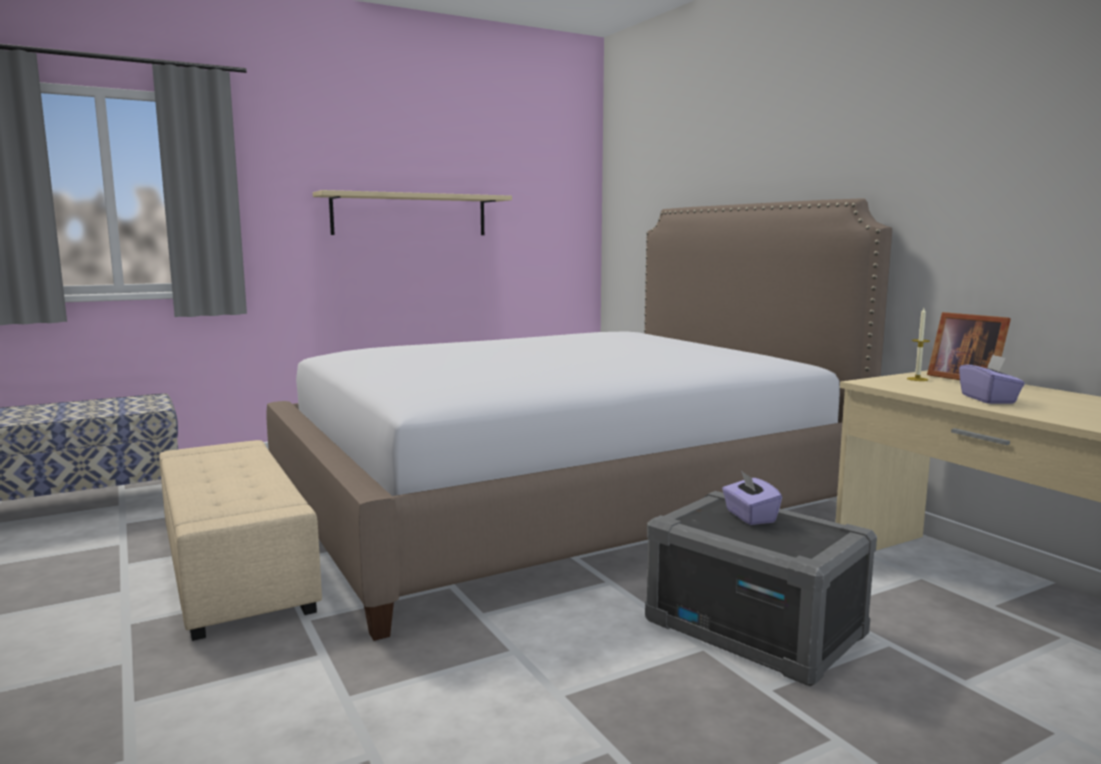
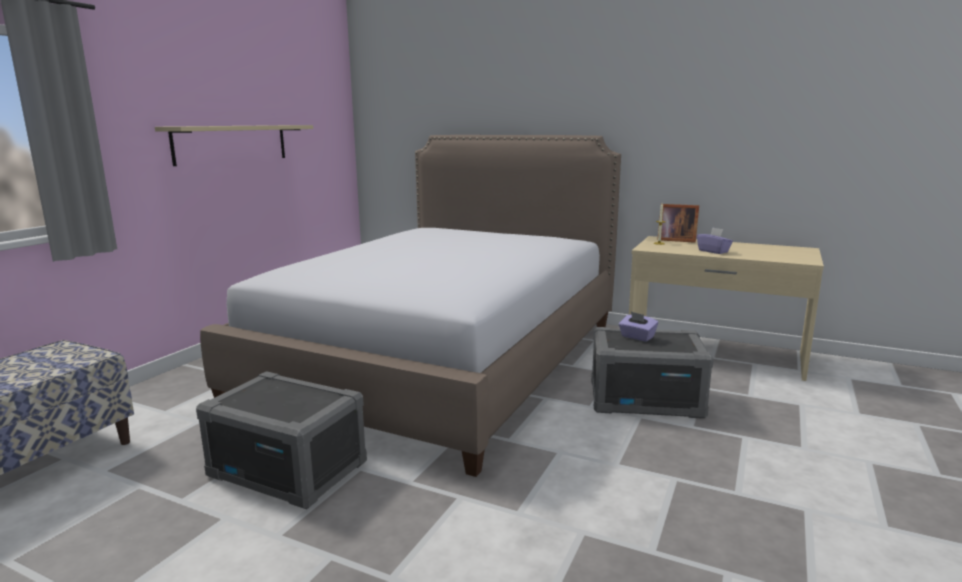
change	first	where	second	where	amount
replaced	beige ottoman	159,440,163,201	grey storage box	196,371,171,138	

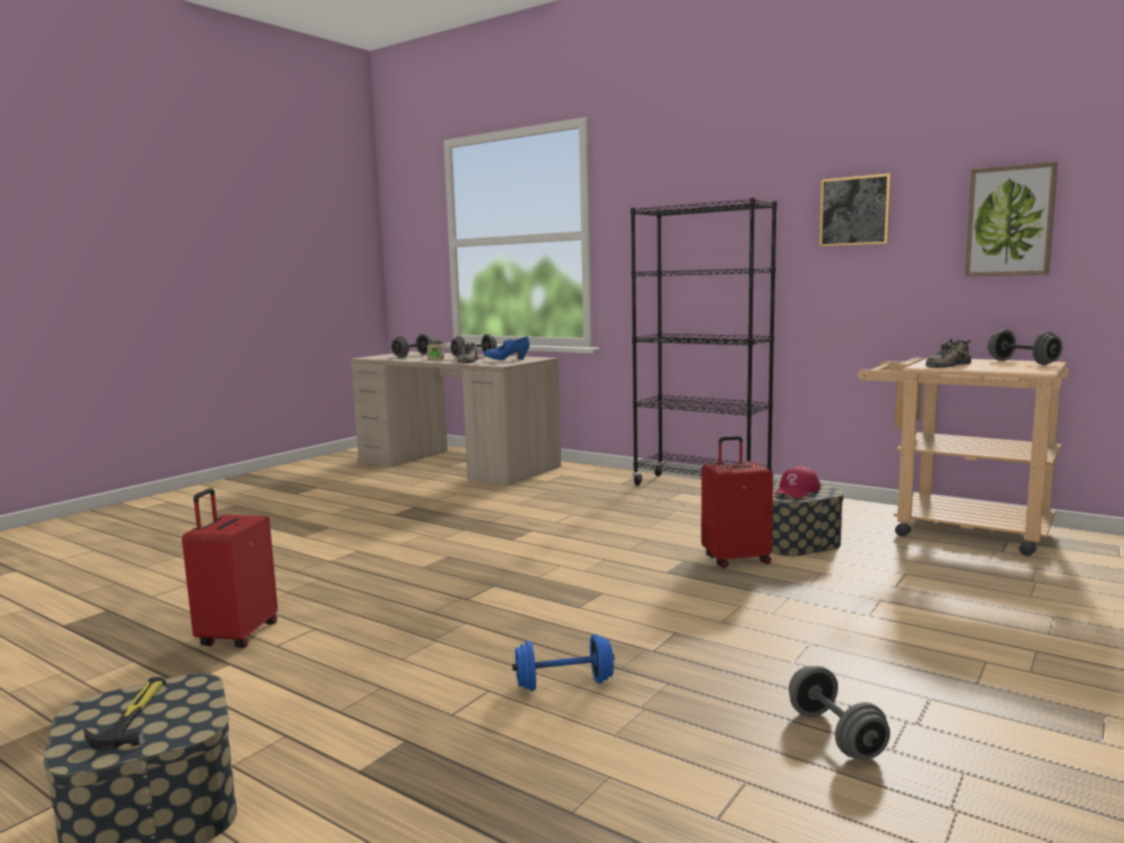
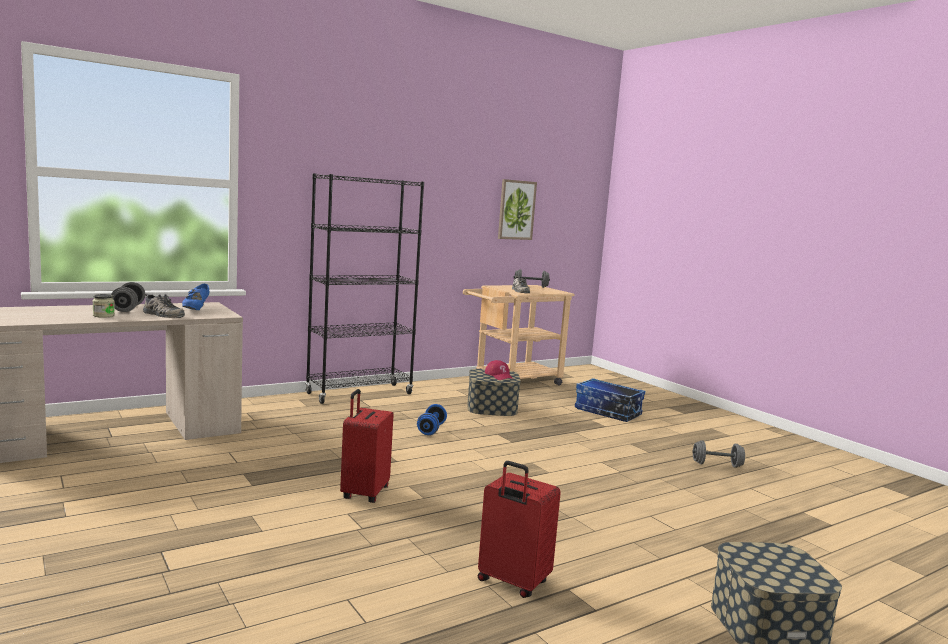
change	first	where	second	where	amount
removed	hammer	84,677,82,72			
removed	grey dumbbell	391,334,42,24			
moved	blue dumbbell	513,634,102,57		417,404,30,31	
moved	red suitcase	701,436,72,132		340,389,54,114	
removed	picture	819,173,72,74			
added			storage box	575,378,70,44	

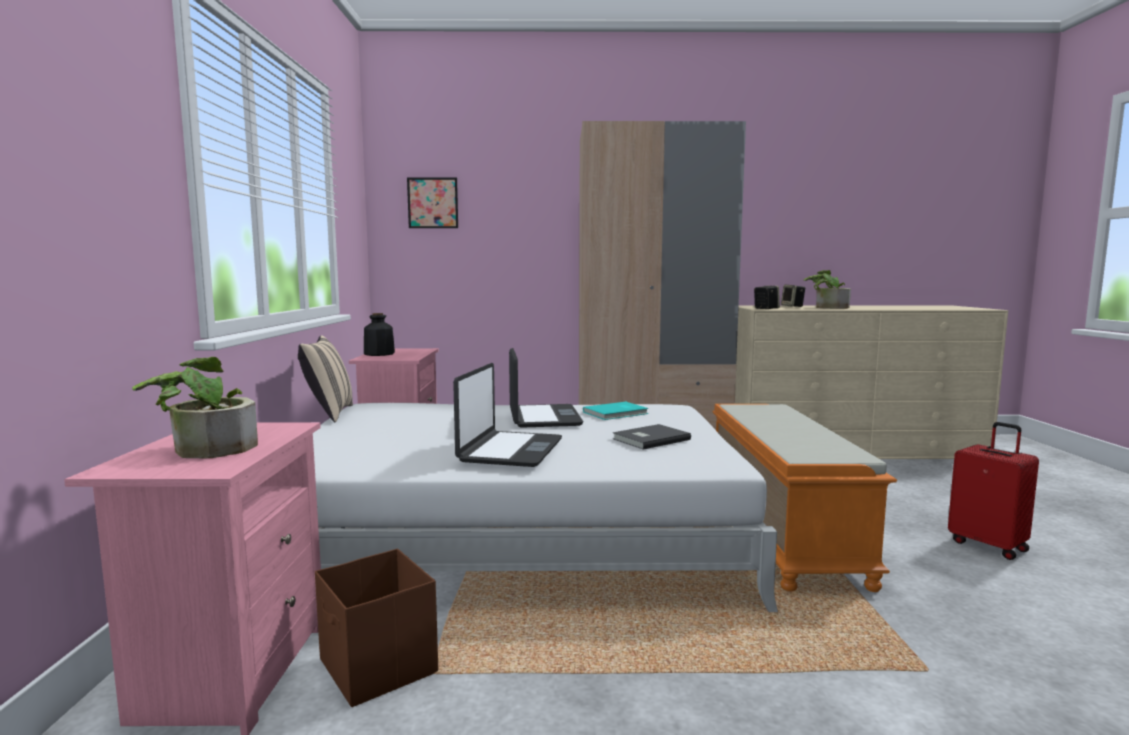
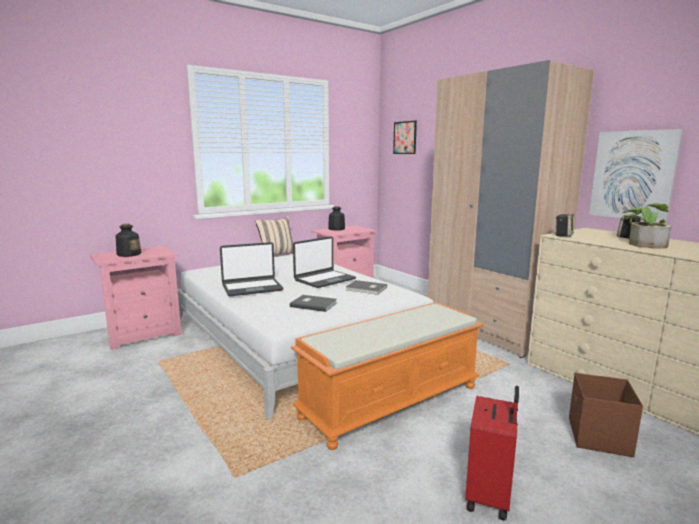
change	first	where	second	where	amount
replaced	potted plant	132,357,126,102	bottle	116,224,26,33	
moved	brown storage box	315,549,123,158		569,373,74,84	
recoloured	turquoise book	583,402,66,18	grey book	346,280,41,15	
added			picture	589,129,93,93	

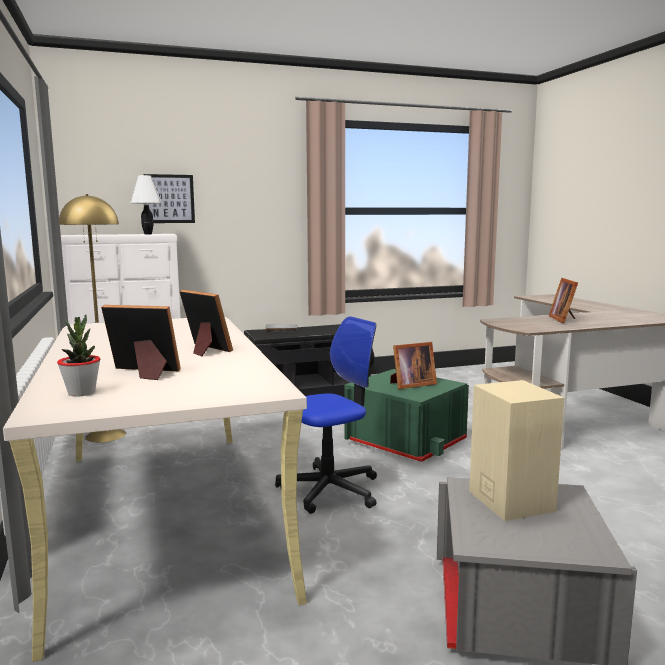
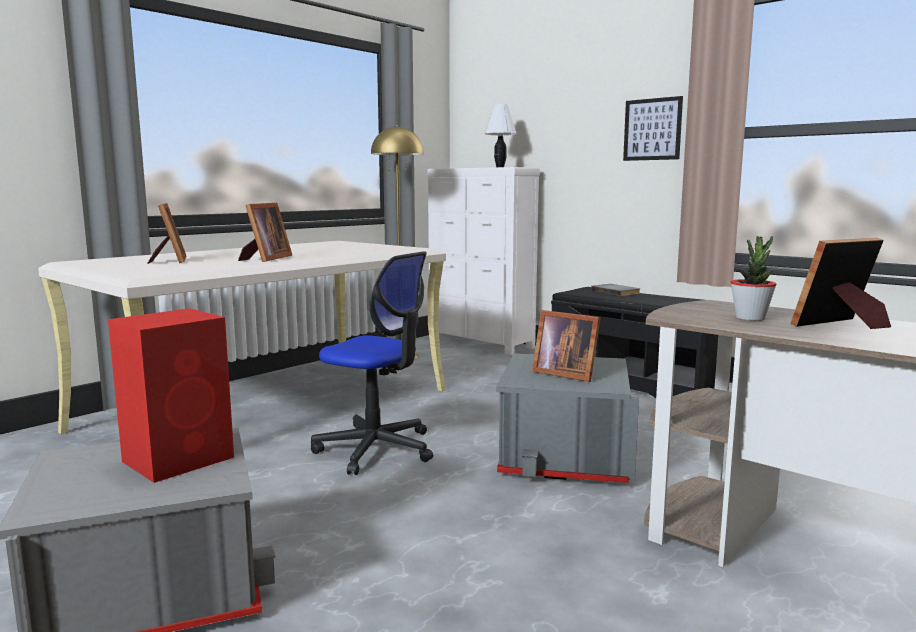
change	first	where	second	where	amount
moved	potted plant	57,314,43,82		730,236,47,85	
moved	picture	143,174,52,49		623,96,60,65	
recoloured	green storage box	344,369,125,93	grey storage box	496,353,143,130	
recoloured	beige speaker	469,380,95,141	red speaker	108,308,126,175	

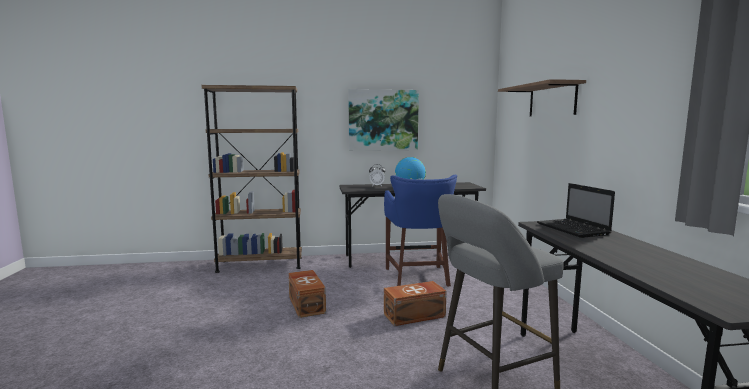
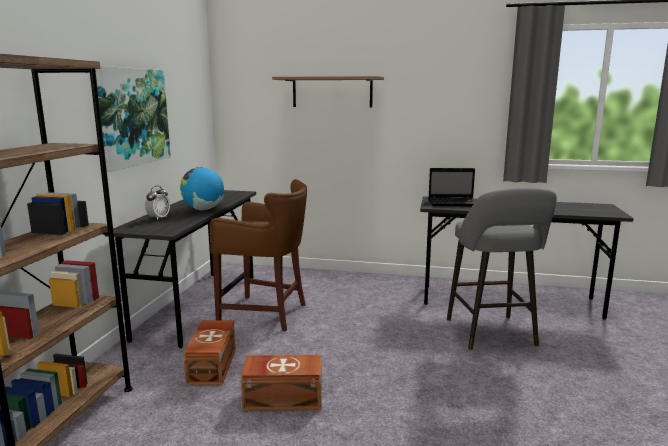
change	first	where	second	where	amount
recoloured	blue stool	384,175,73,111	brown stool	210,179,97,153	
moved	brown storage box	384,281,62,45		183,320,53,65	

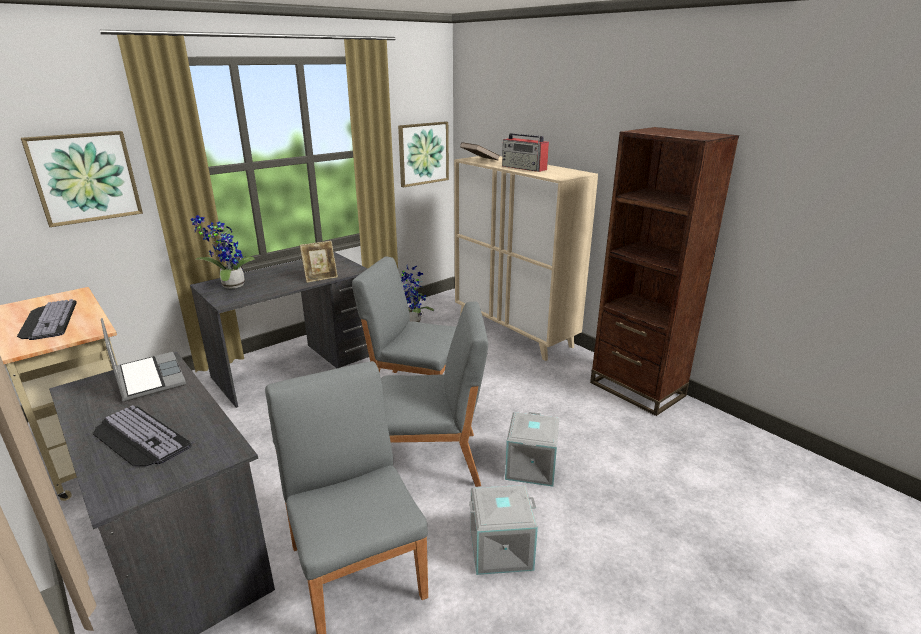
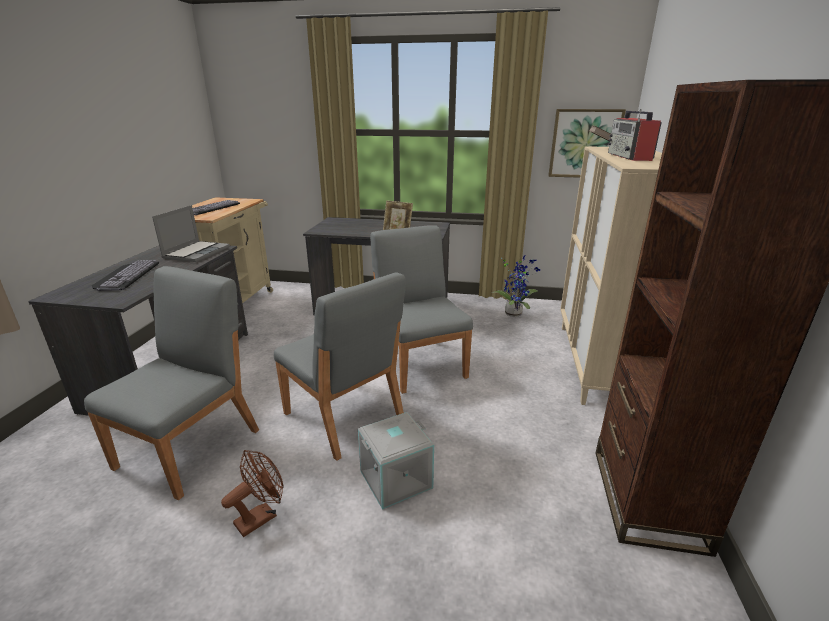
change	first	where	second	where	amount
removed	picture	21,131,122,96			
removed	potted plant	190,215,65,74			
replaced	grey storage box	469,485,69,90	brown fan	221,450,63,87	

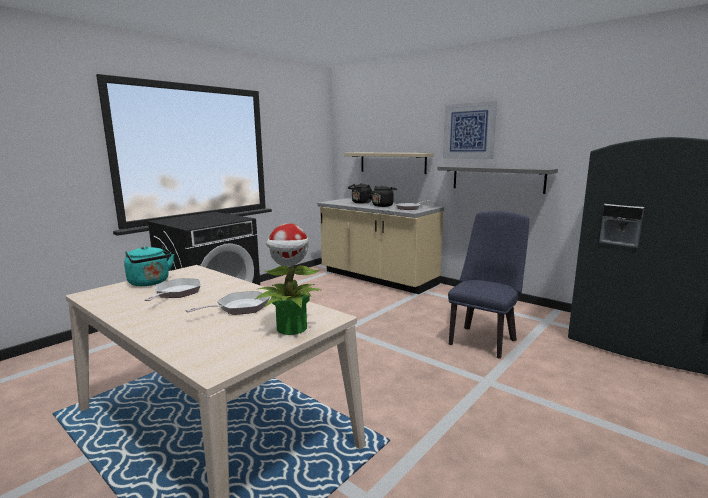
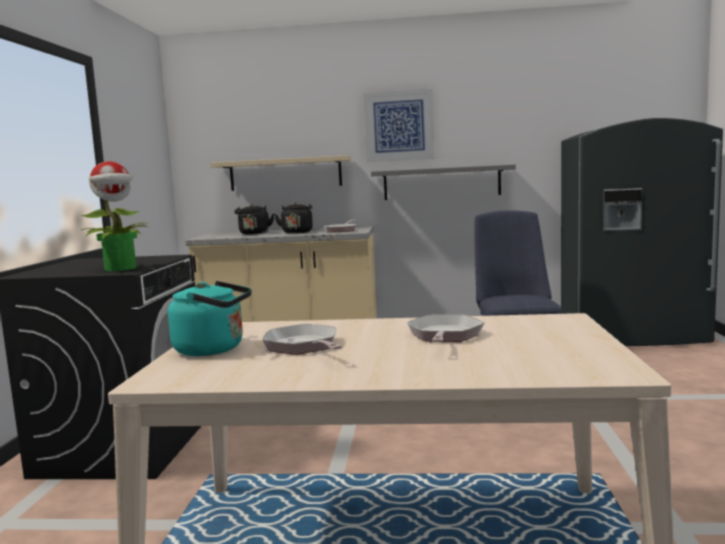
change	first	where	second	where	amount
moved	potted plant	255,223,68,112		81,161,67,110	

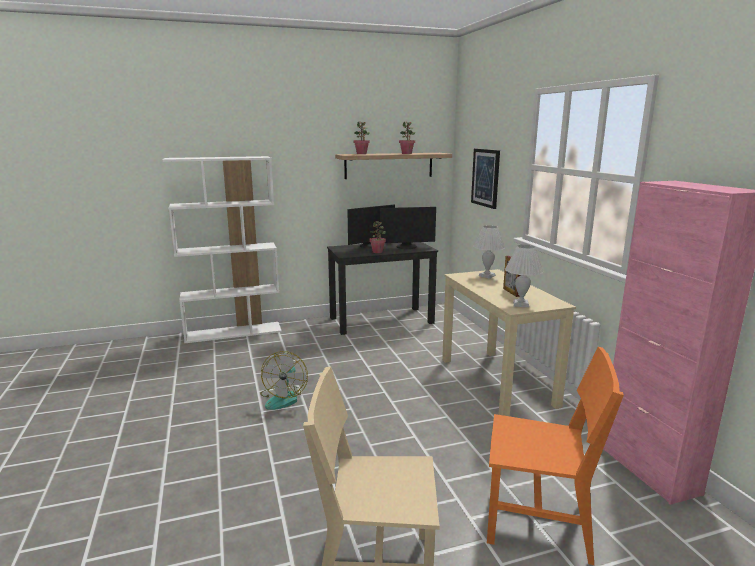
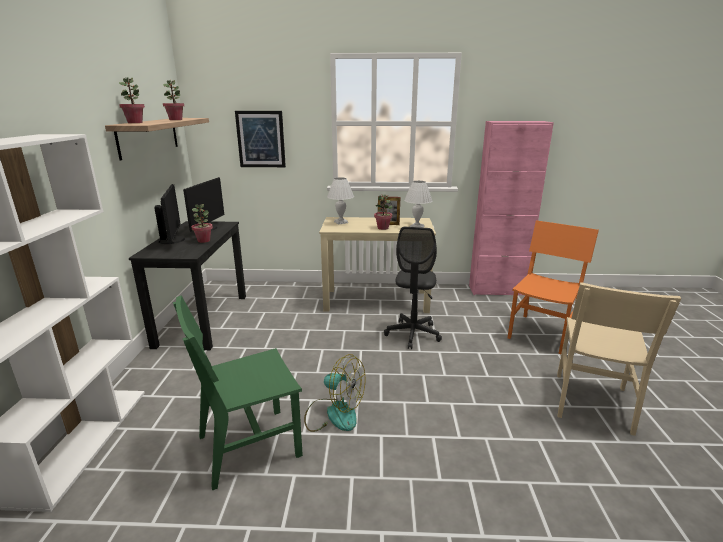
change	first	where	second	where	amount
added			green chair	173,295,130,195	
added			potted plant	374,194,19,36	
added			grey office chair	384,227,58,122	

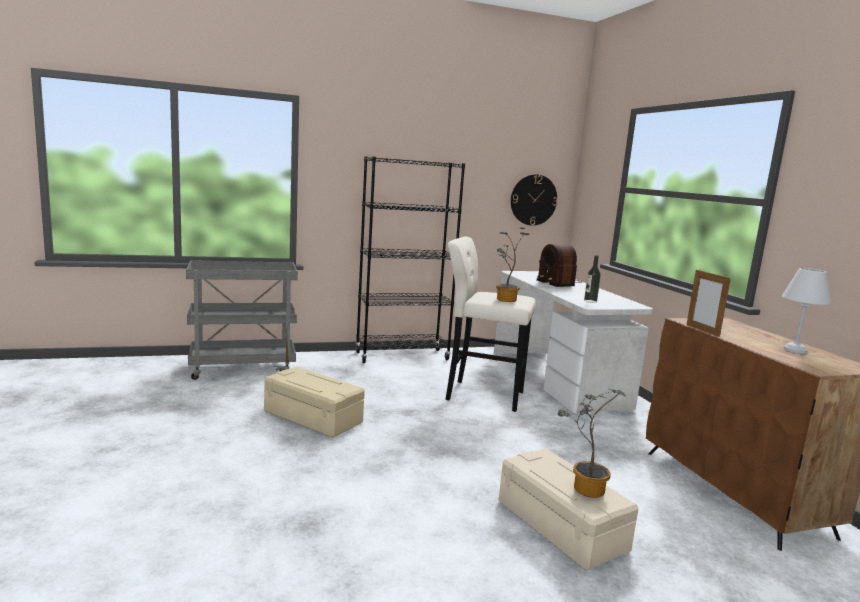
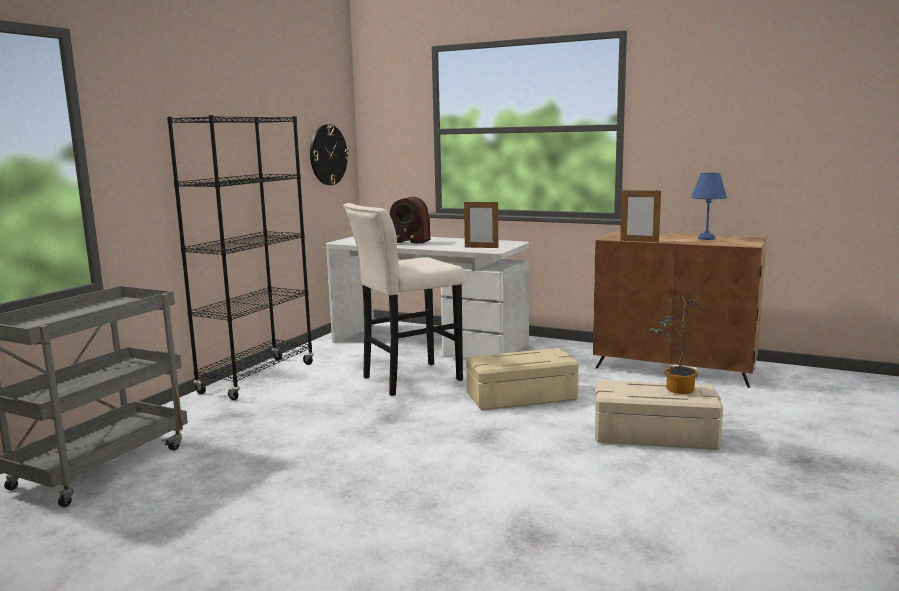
change	first	where	second	where	amount
moved	beige storage box	264,367,101,71		466,348,113,63	
removed	potted plant	496,227,34,75			
replaced	bottle	584,255,17,48	picture frame	464,200,34,48	
recoloured	white table lamp	782,268,50,86	blue table lamp	691,173,36,67	

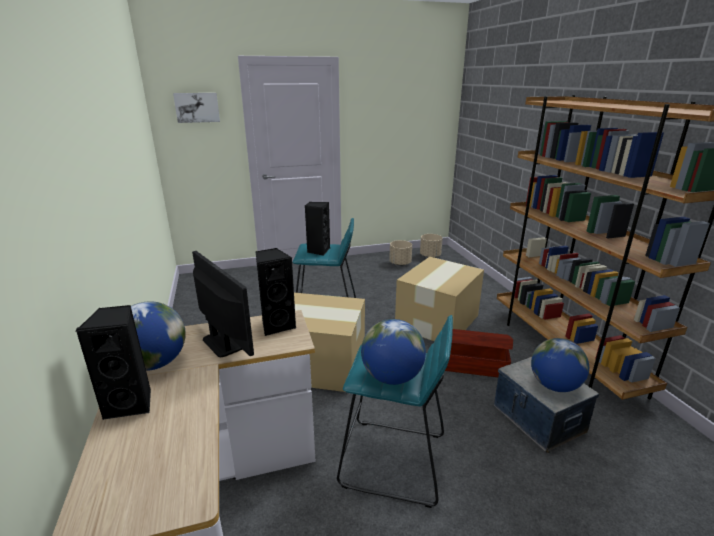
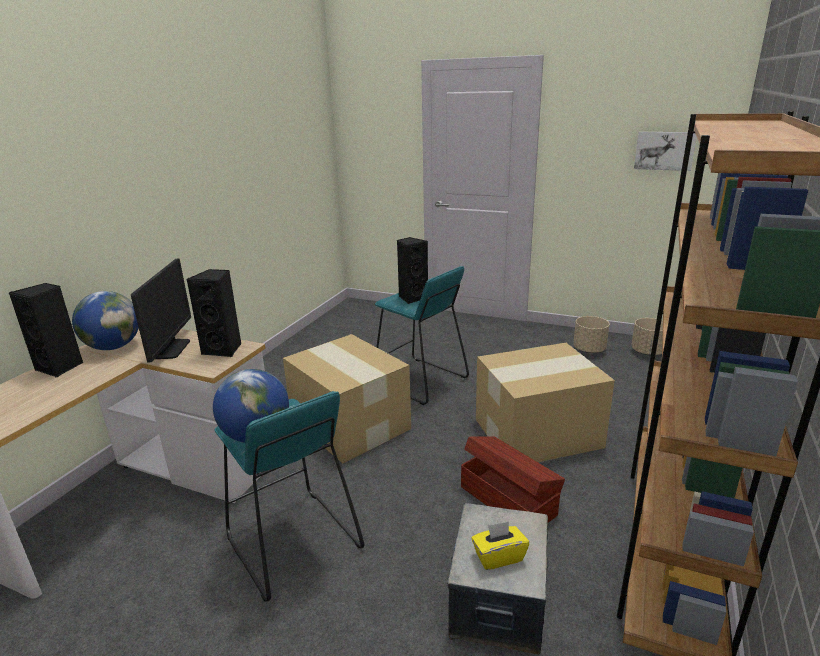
change	first	where	second	where	amount
moved	picture	173,93,47,30		634,132,63,39	
replaced	globe	531,338,58,54	yellow tissue box	471,521,58,49	

